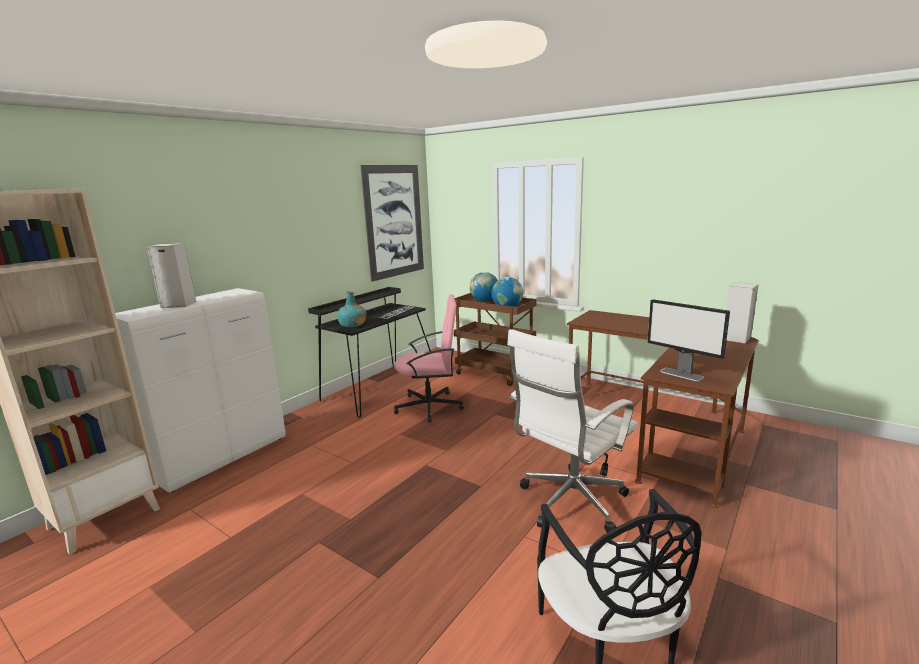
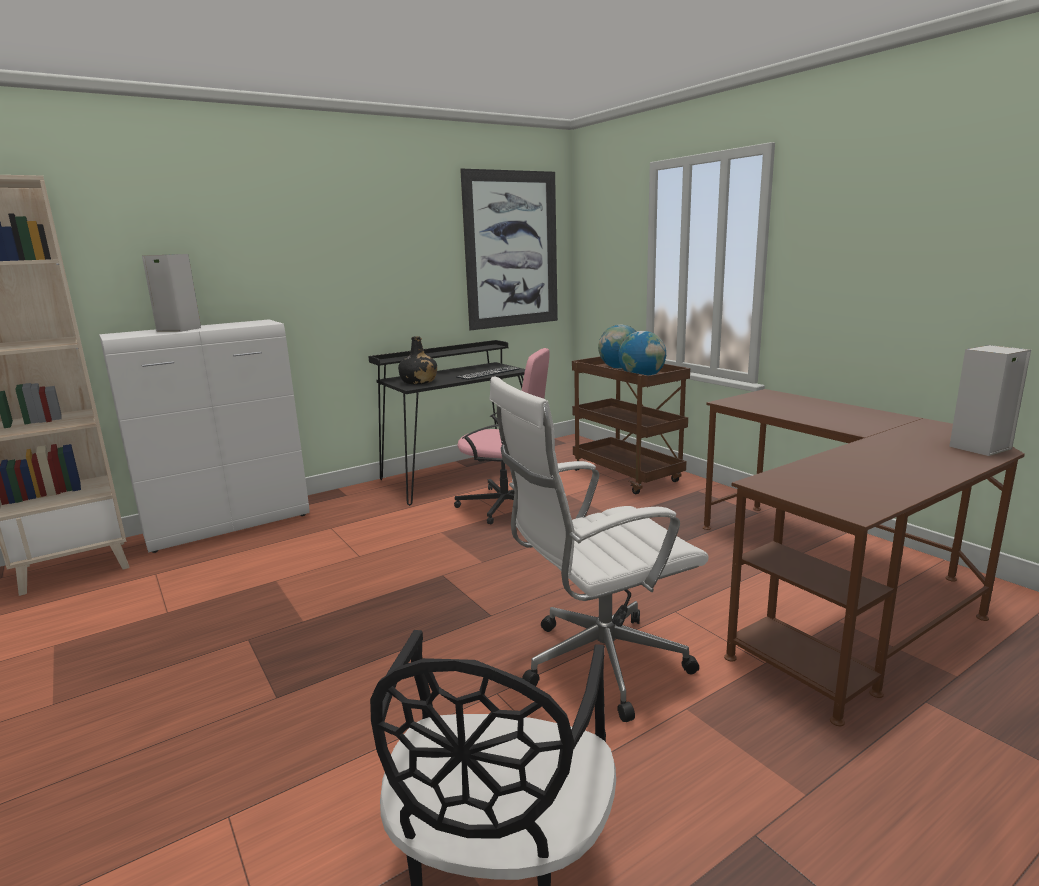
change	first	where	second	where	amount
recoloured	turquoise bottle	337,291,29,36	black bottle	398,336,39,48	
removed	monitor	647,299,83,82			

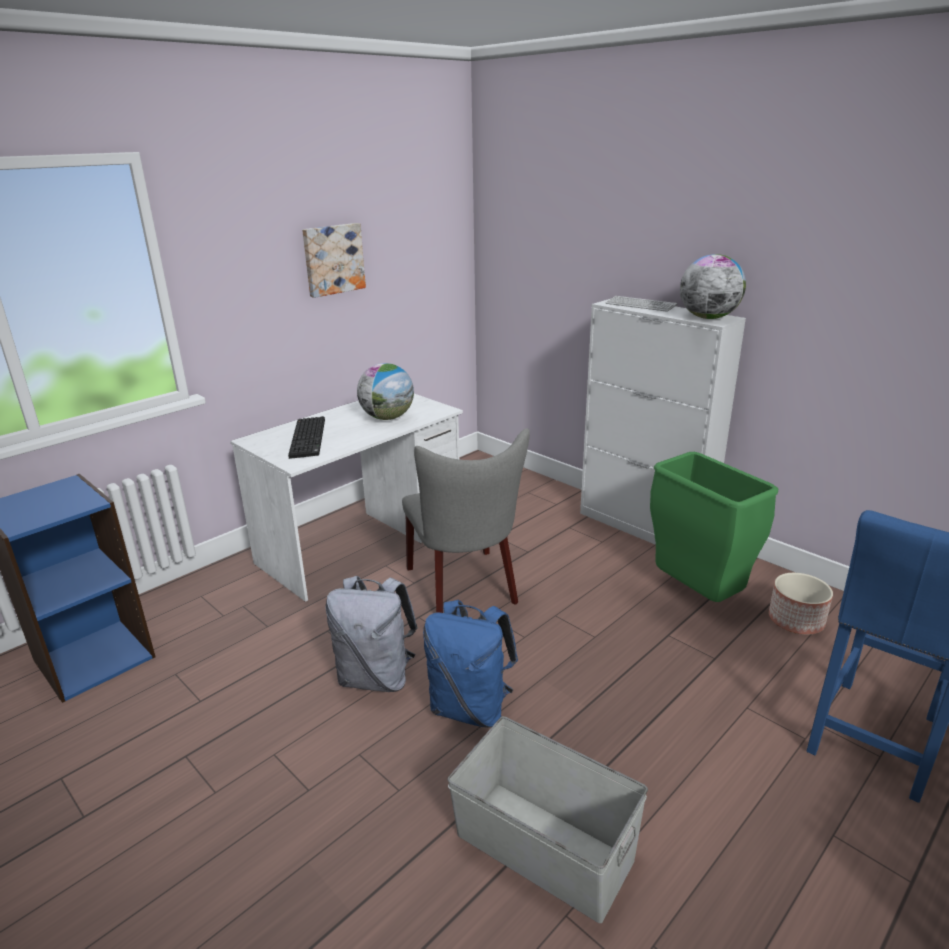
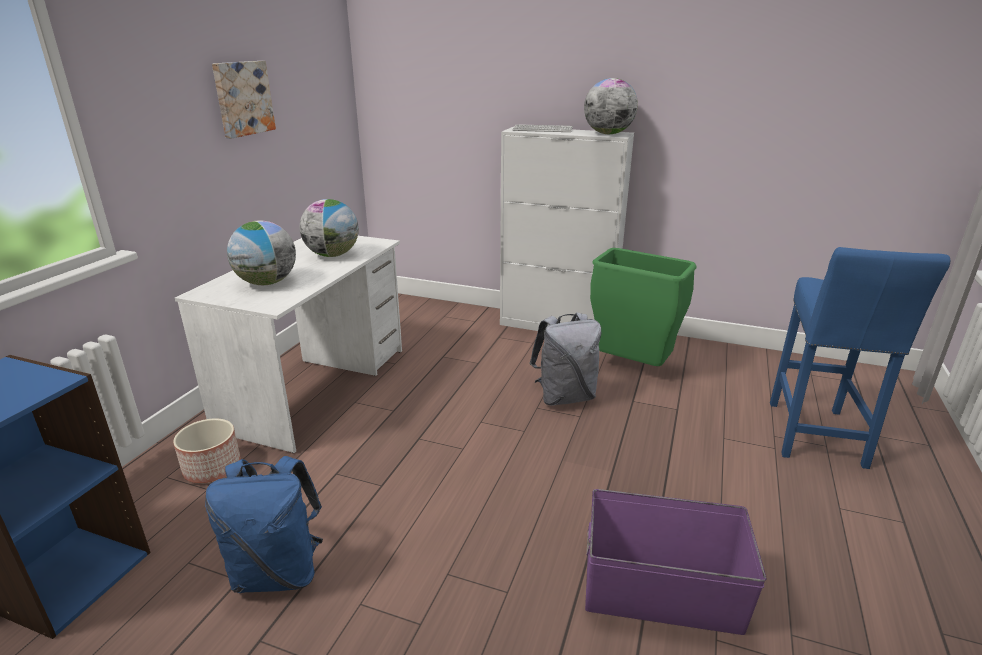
change	first	where	second	where	amount
replaced	keyboard	288,416,37,43	globe	227,220,69,65	
moved	grey backpack	325,576,93,116		529,312,72,94	
removed	grey chair	402,428,128,185			
moved	blue backpack	423,600,95,128		205,456,118,137	
recoloured	grey storage box	447,716,201,207	purple storage box	585,489,182,146	
moved	planter	769,573,64,62		173,418,68,65	

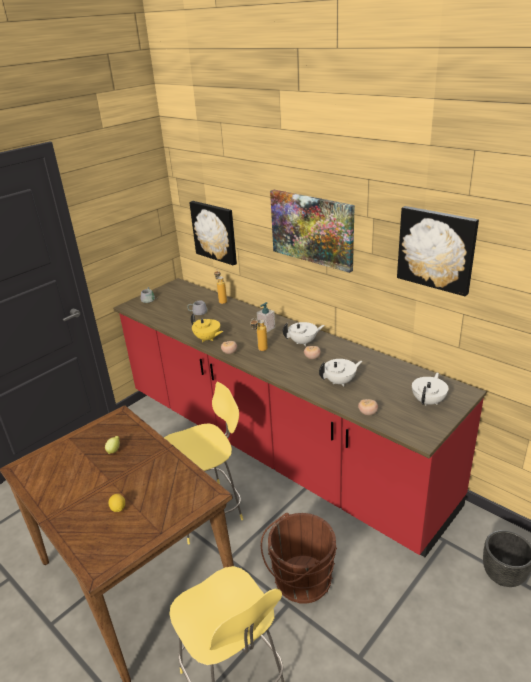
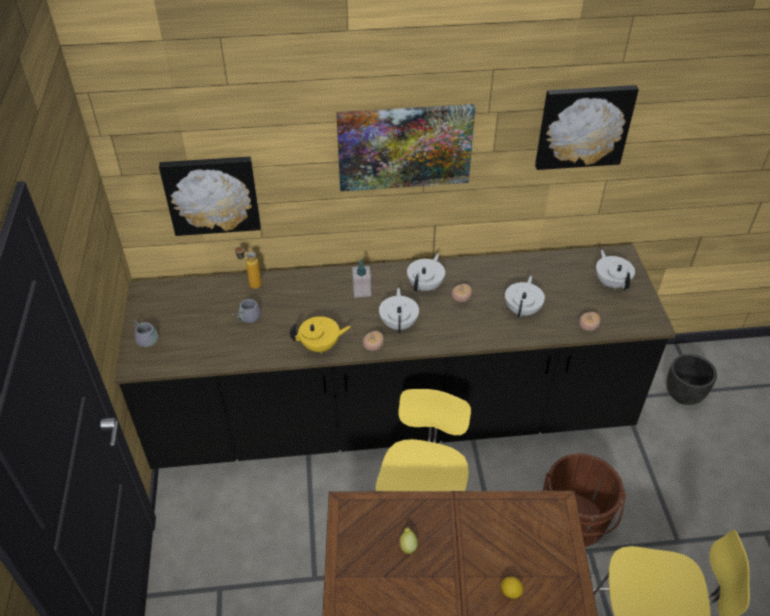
change	first	where	second	where	amount
recoloured	red counter	113,278,373,279	black counter	114,244,562,225	
replaced	bottle	250,318,18,33	white teapot	379,288,40,45	

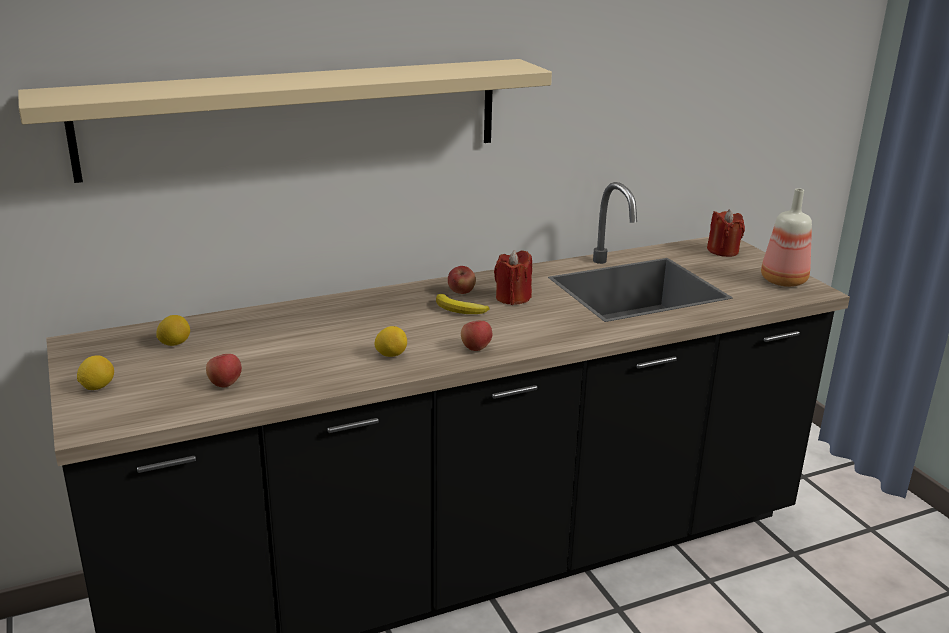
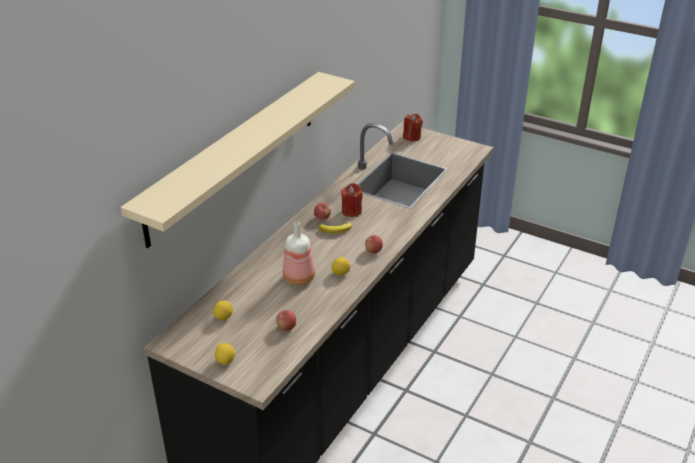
change	first	where	second	where	amount
moved	bottle	761,188,51,99		283,222,32,63	

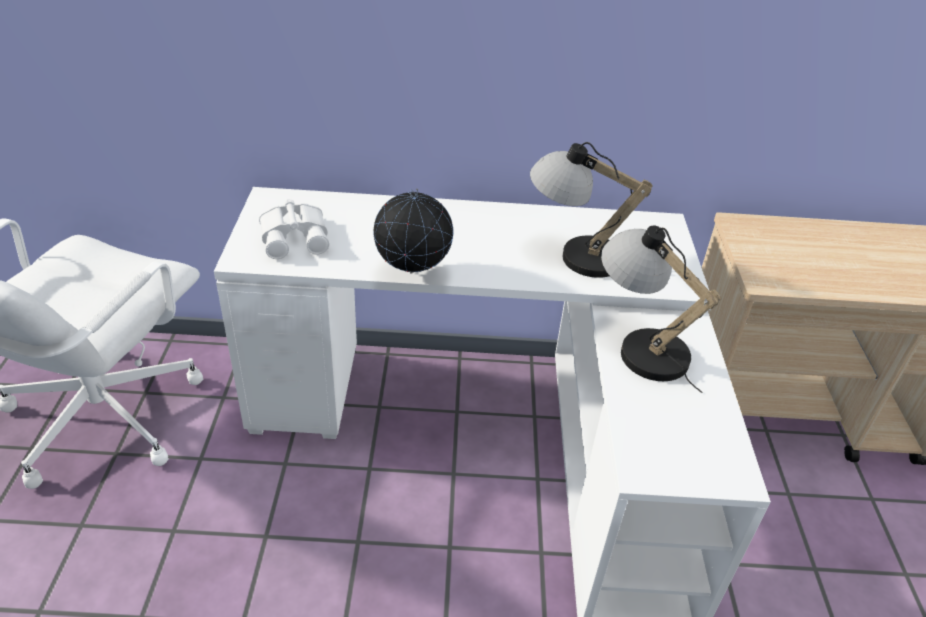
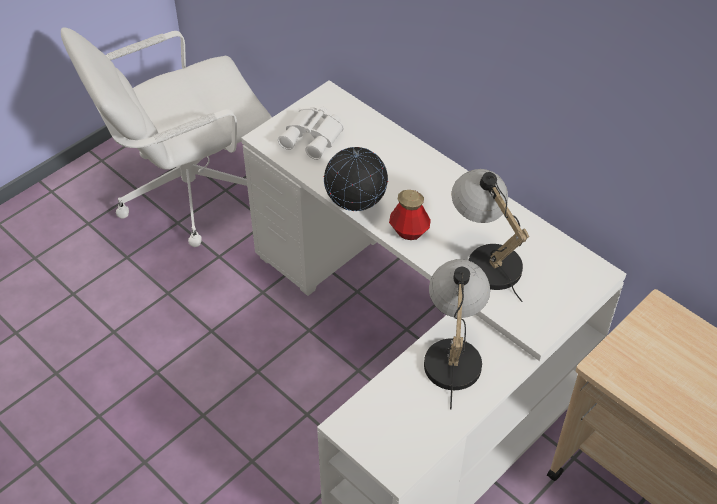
change	first	where	second	where	amount
added			bottle	389,190,42,50	

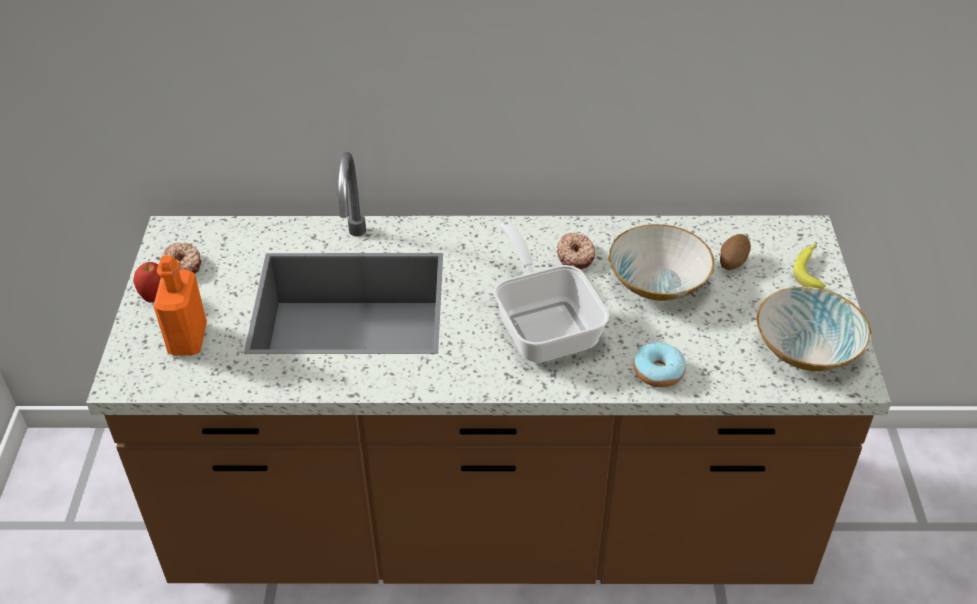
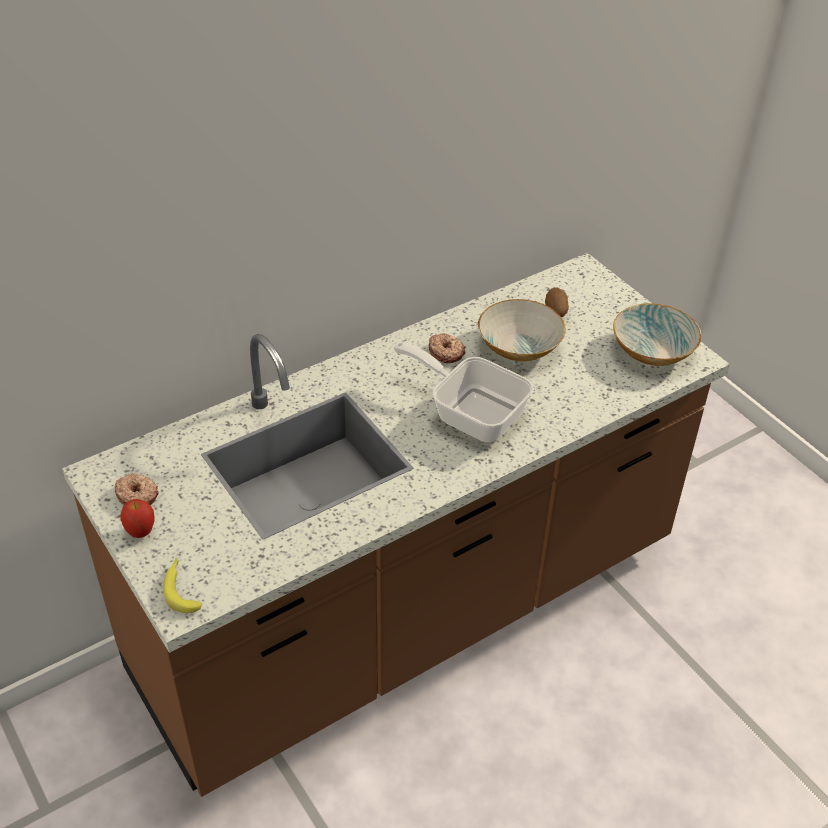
change	first	where	second	where	amount
removed	orange bottle	153,255,54,101			
removed	donut	633,342,53,45			
moved	banana	793,242,33,47		163,558,39,55	

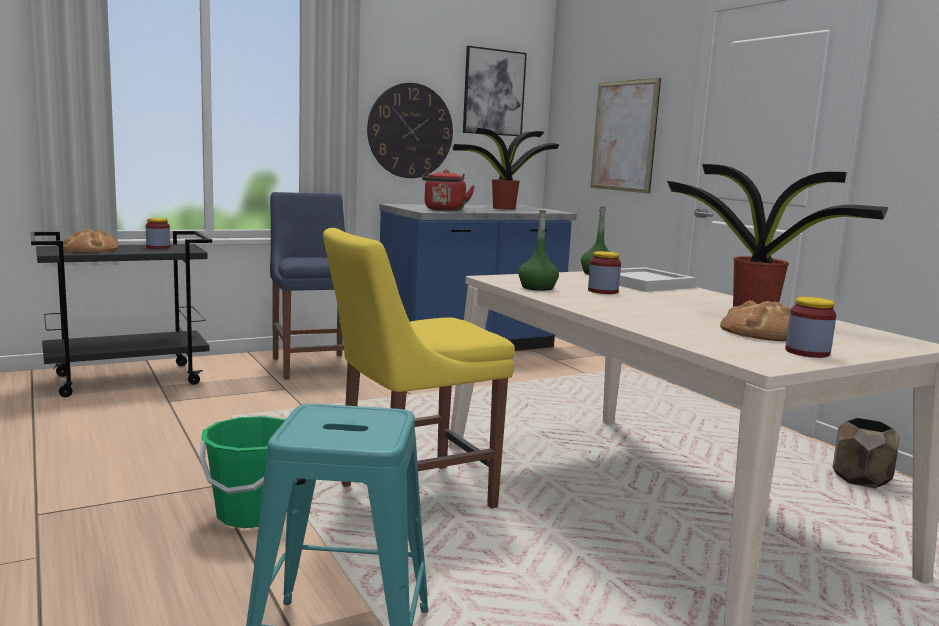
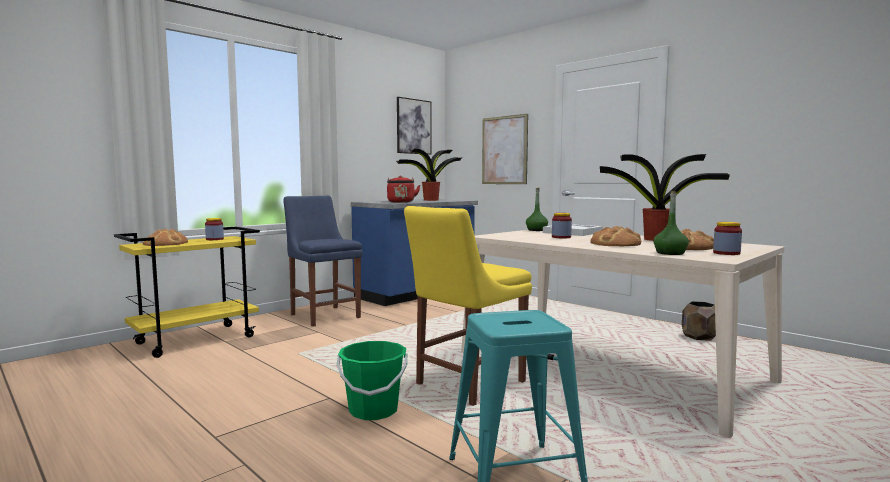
change	first	where	second	where	amount
recoloured	black cart	30,231,182,166	yellow cart	114,227,146,131	
removed	wall clock	367,83,86,95			
moved	green bottle	518,210,41,81		653,191,36,64	
added			bread	590,226,51,20	

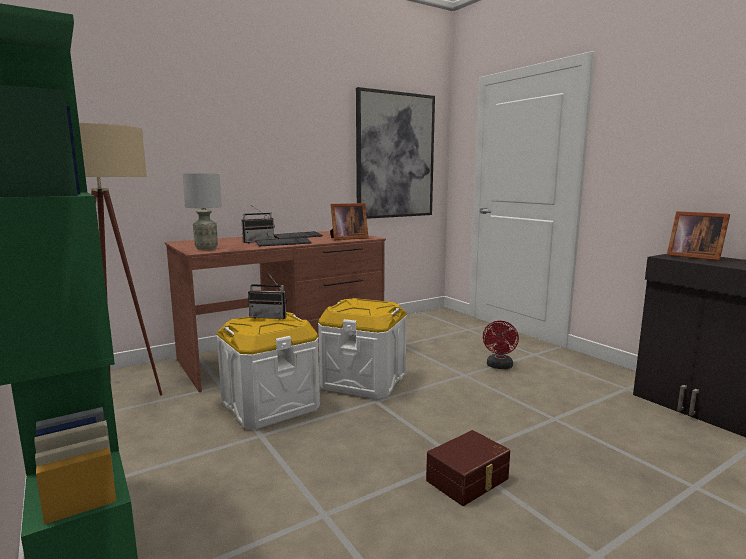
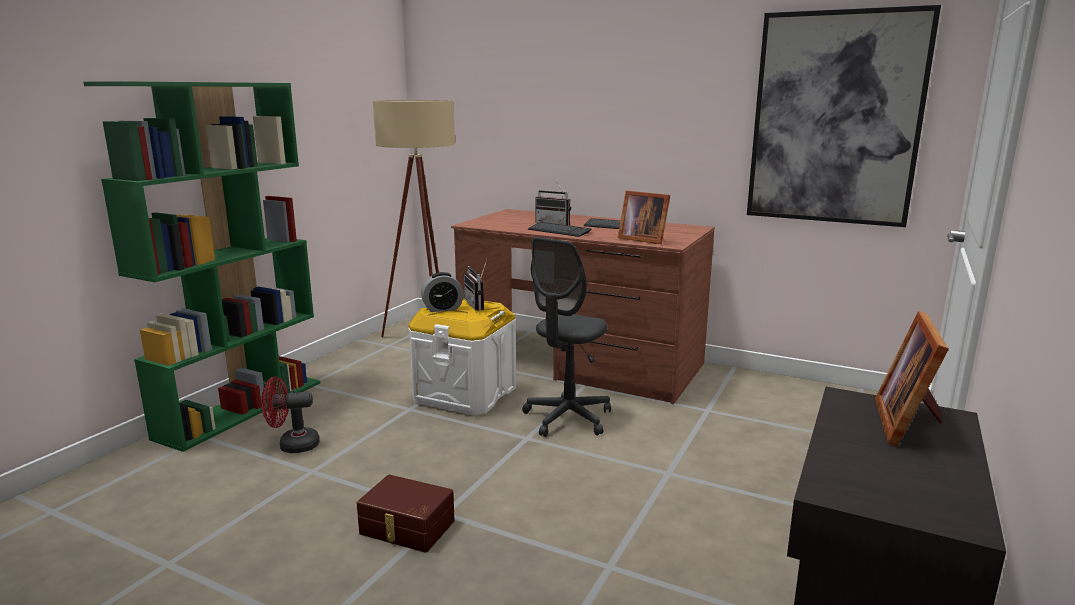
change	first	where	second	where	amount
removed	grey table lamp	182,173,40,77			
replaced	white storage box	318,298,89,101	grey office chair	522,237,89,200	
moved	red fan	483,321,36,48		261,377,58,76	
added			alarm clock	421,272,42,40	

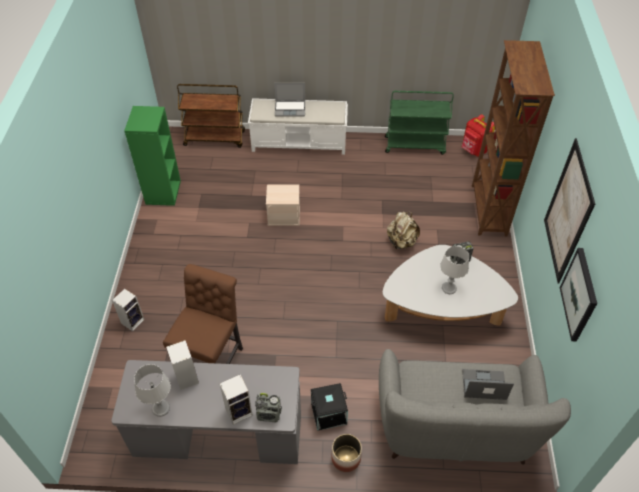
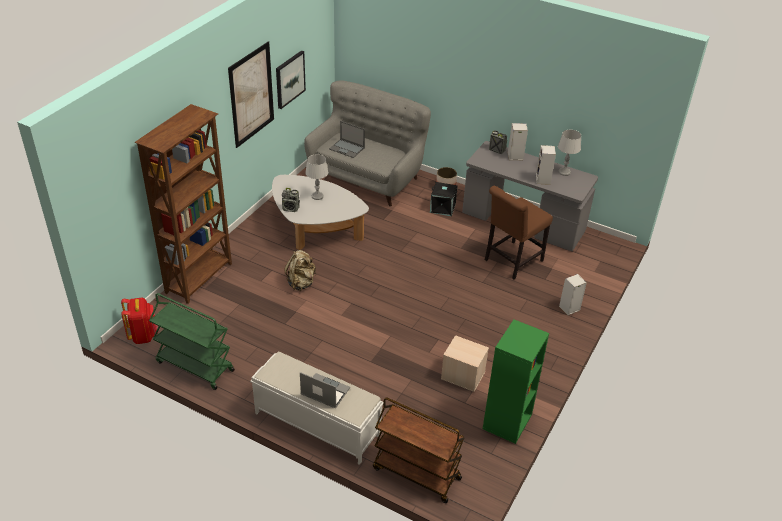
change	first	where	second	where	amount
moved	beige storage box	266,185,34,41		441,335,48,57	

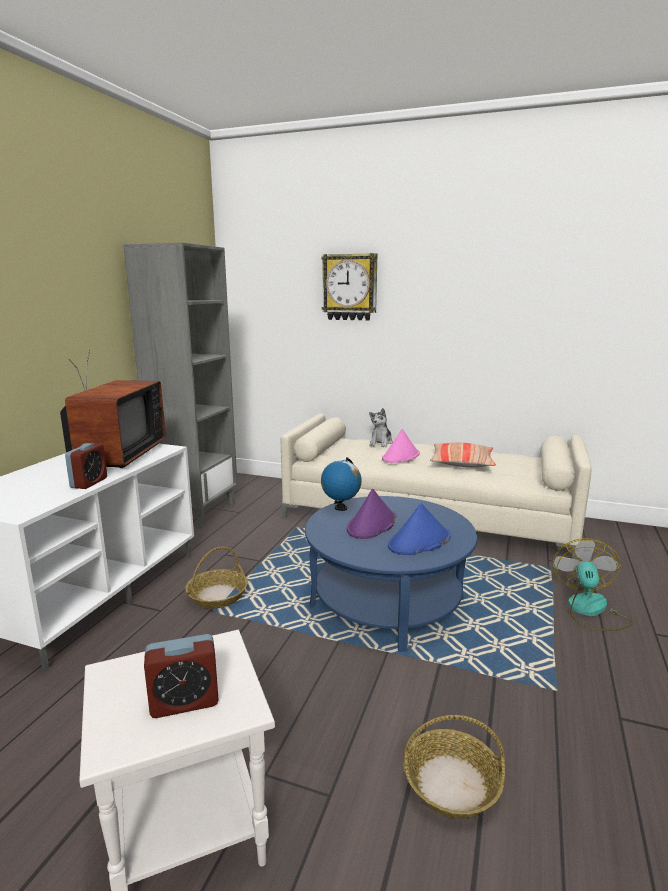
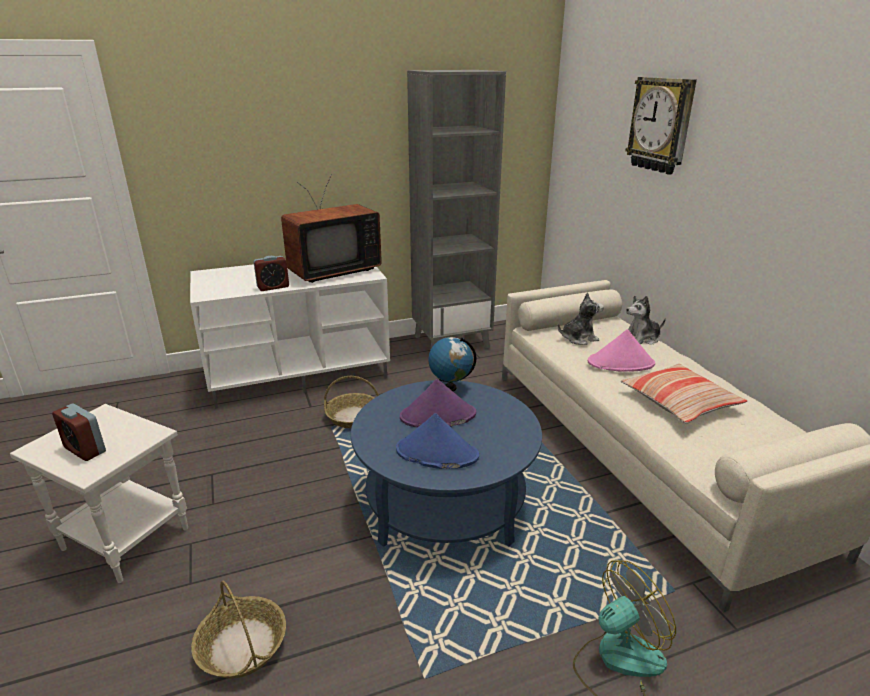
change	first	where	second	where	amount
added			plush toy	558,292,46,53	

